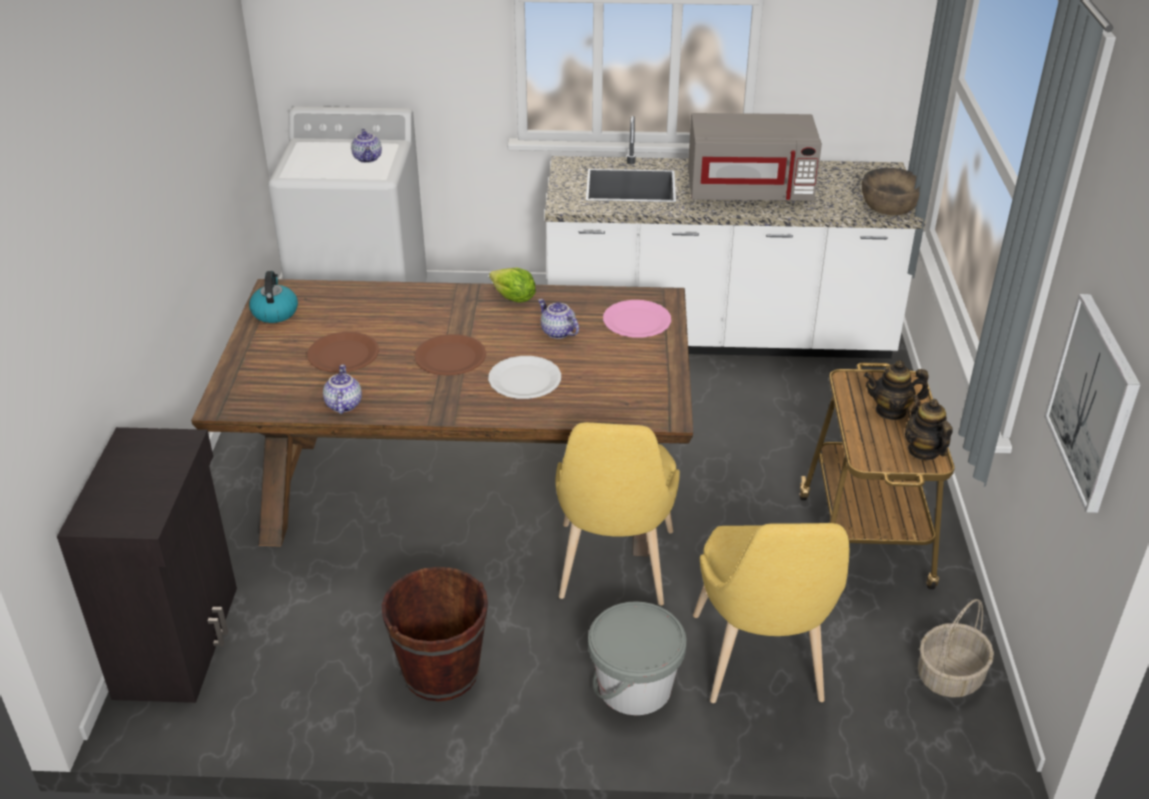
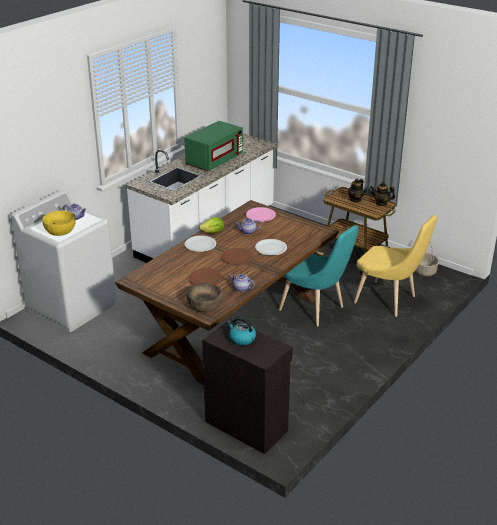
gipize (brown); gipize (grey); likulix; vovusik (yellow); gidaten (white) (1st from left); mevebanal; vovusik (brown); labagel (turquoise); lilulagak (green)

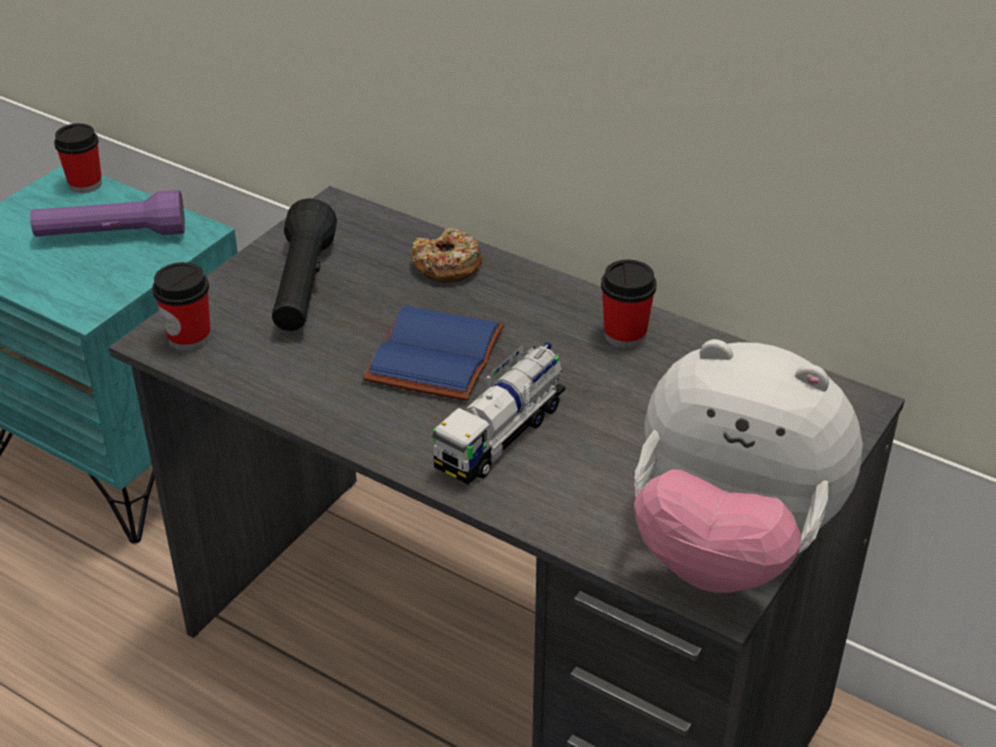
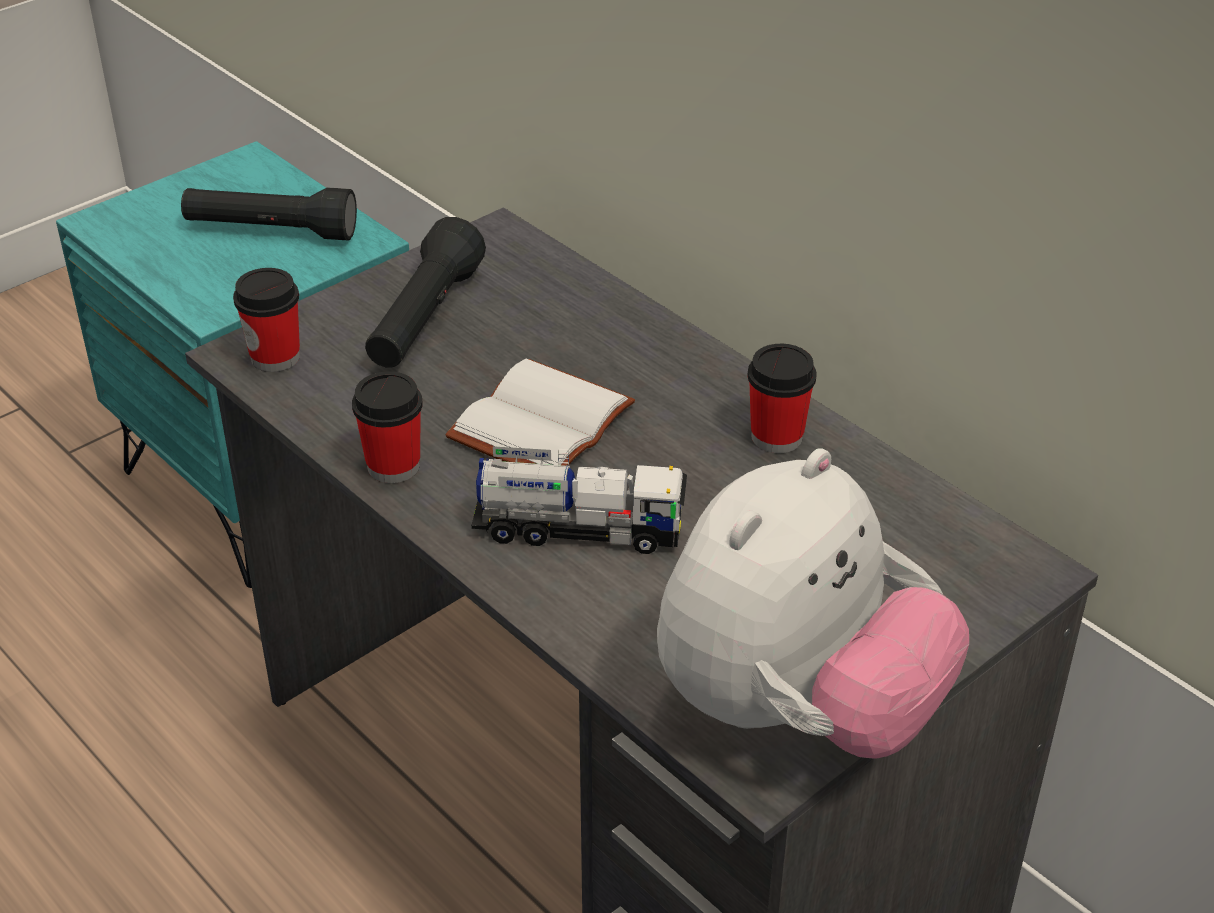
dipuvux; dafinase (2nd from left); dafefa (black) (1st from left); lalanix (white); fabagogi; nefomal

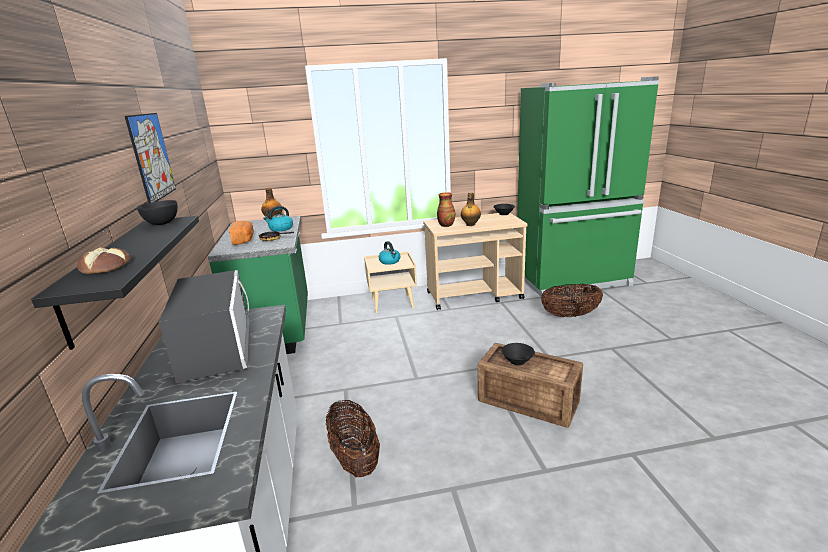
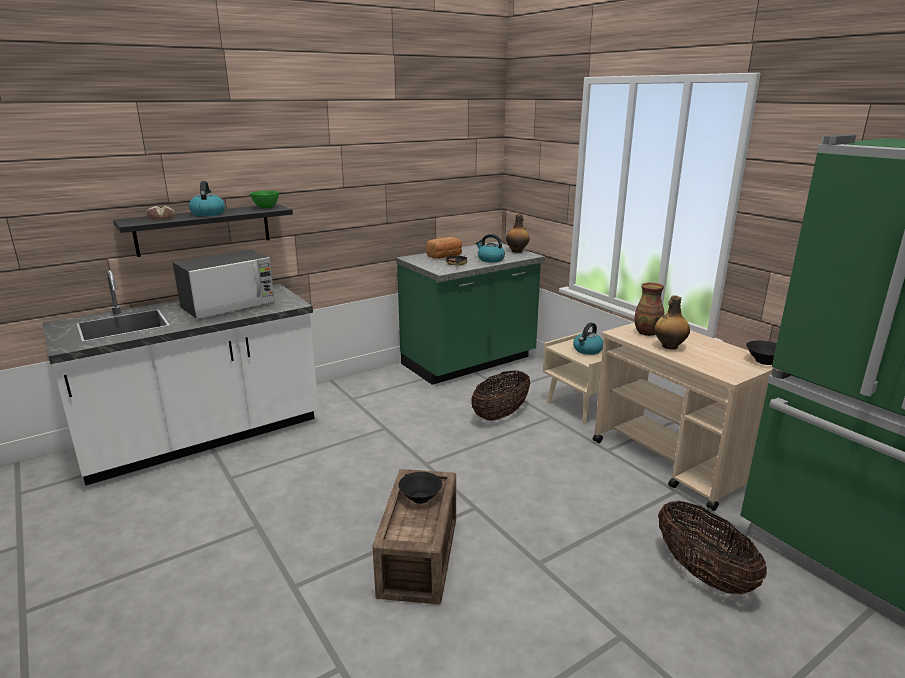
likulix; mevebanal (1st from left); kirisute (1st from left); vovusik (green)

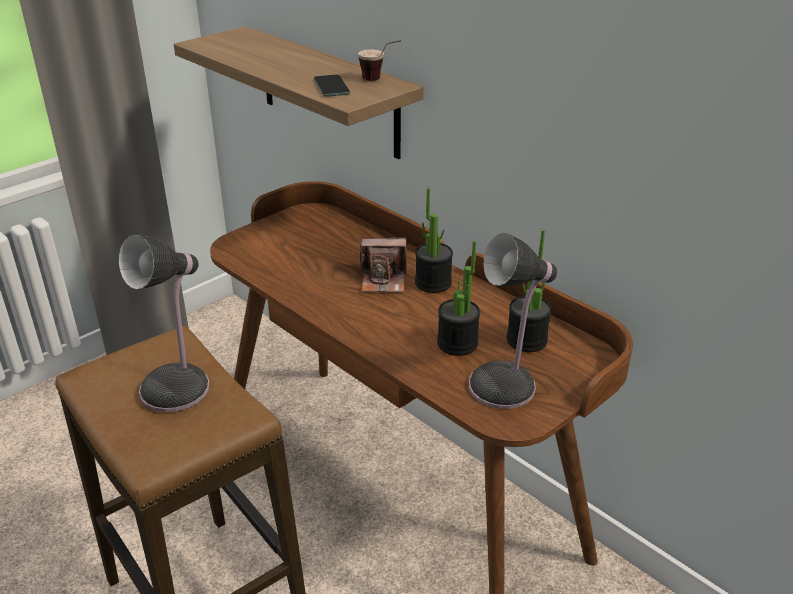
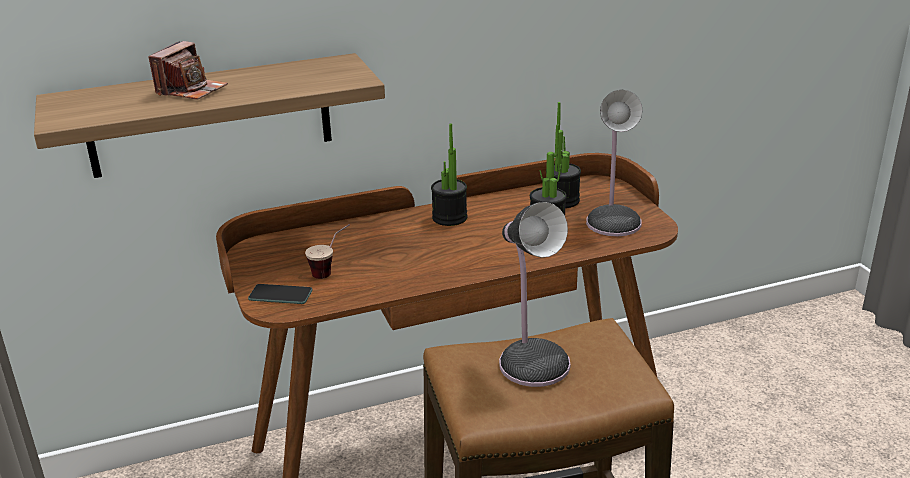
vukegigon; dafinase; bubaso

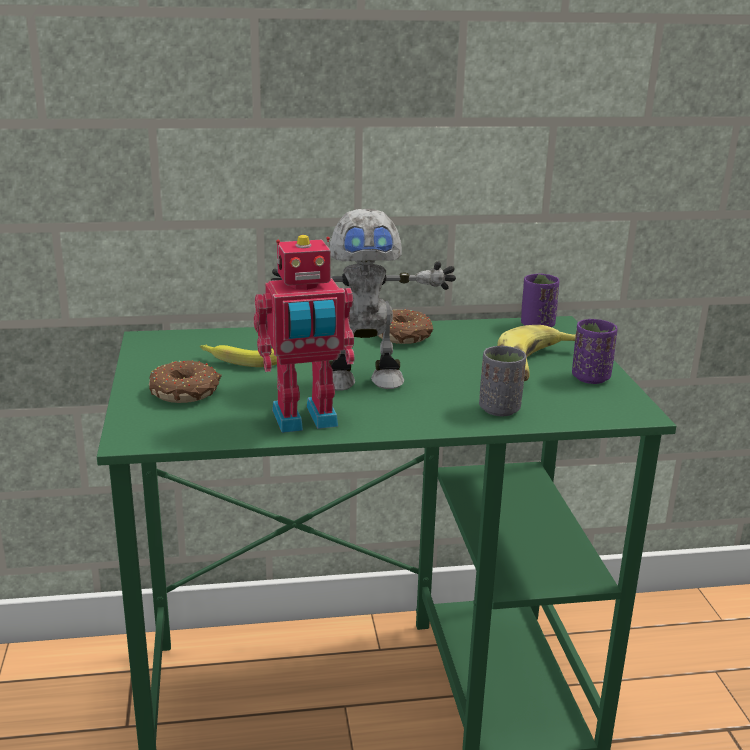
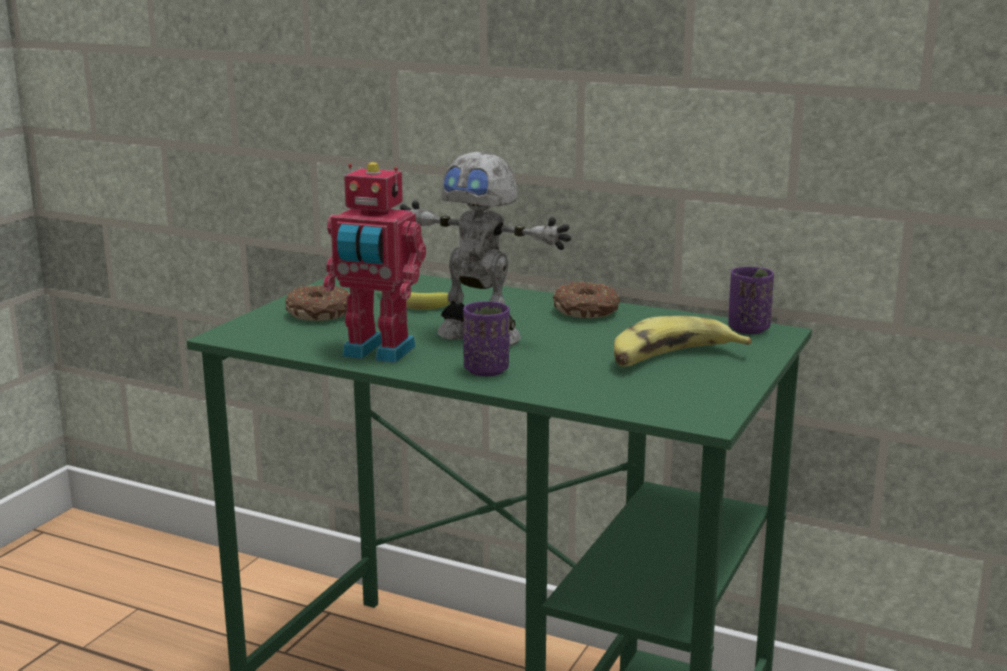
dafinase (grey); dafinase (purple) (1st from left)

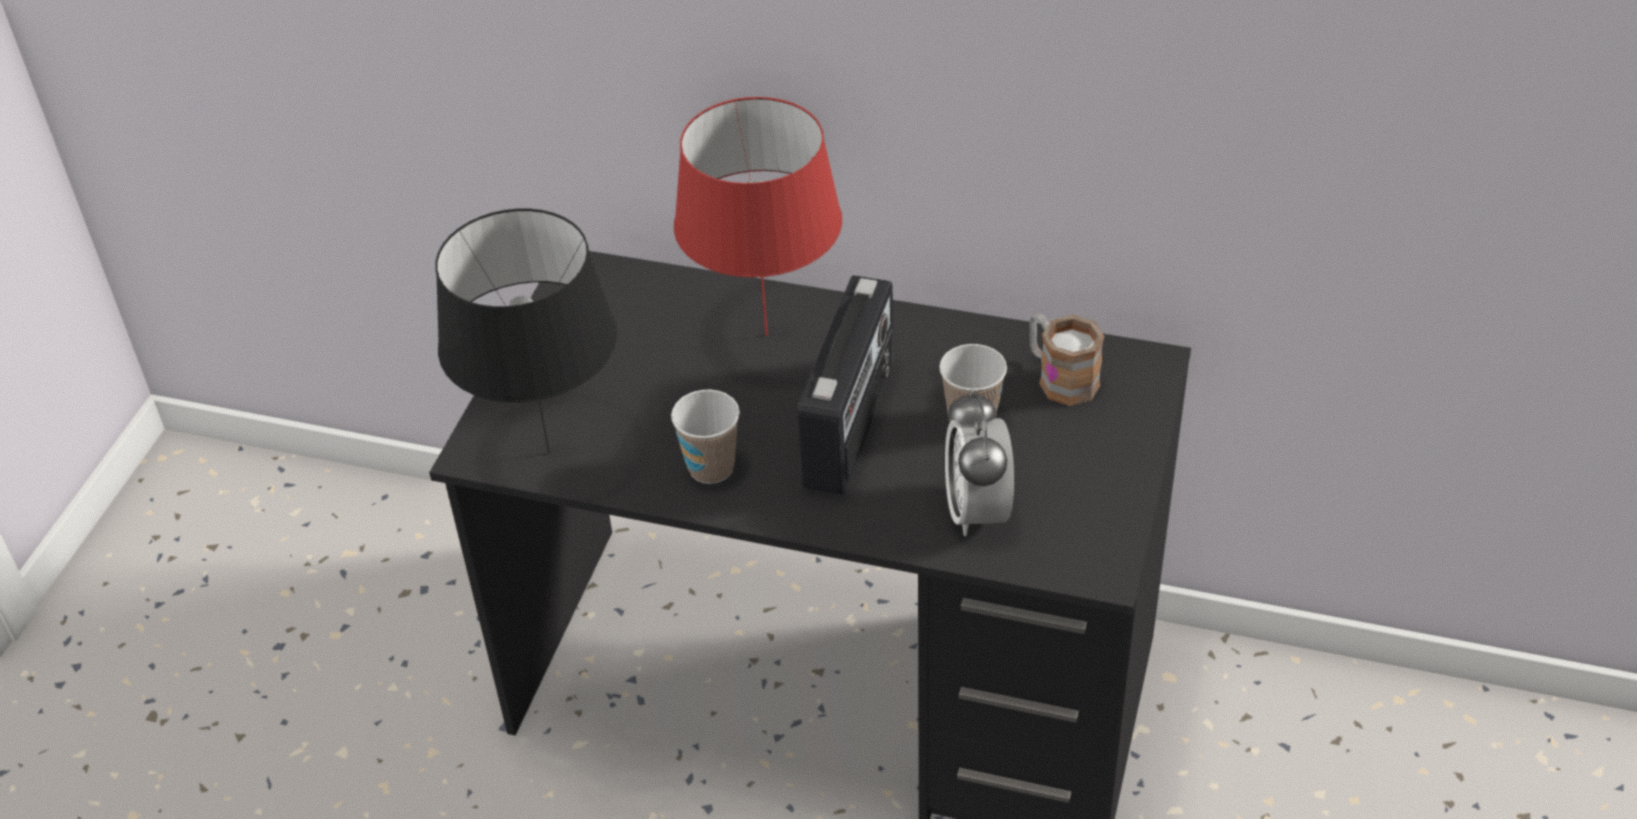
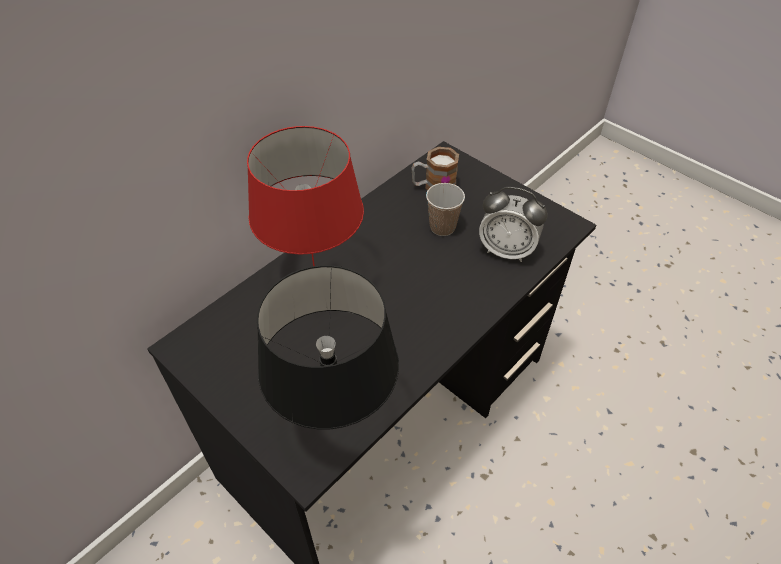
dafinase (1st from left in the first image); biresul

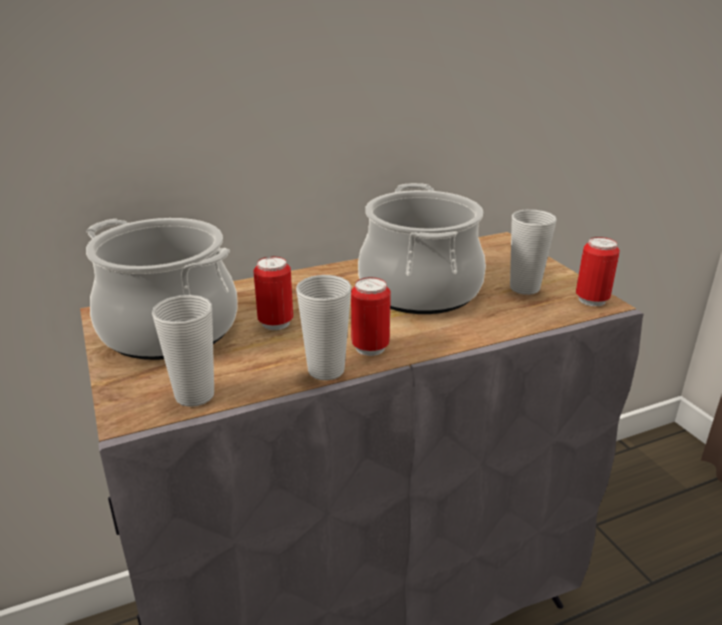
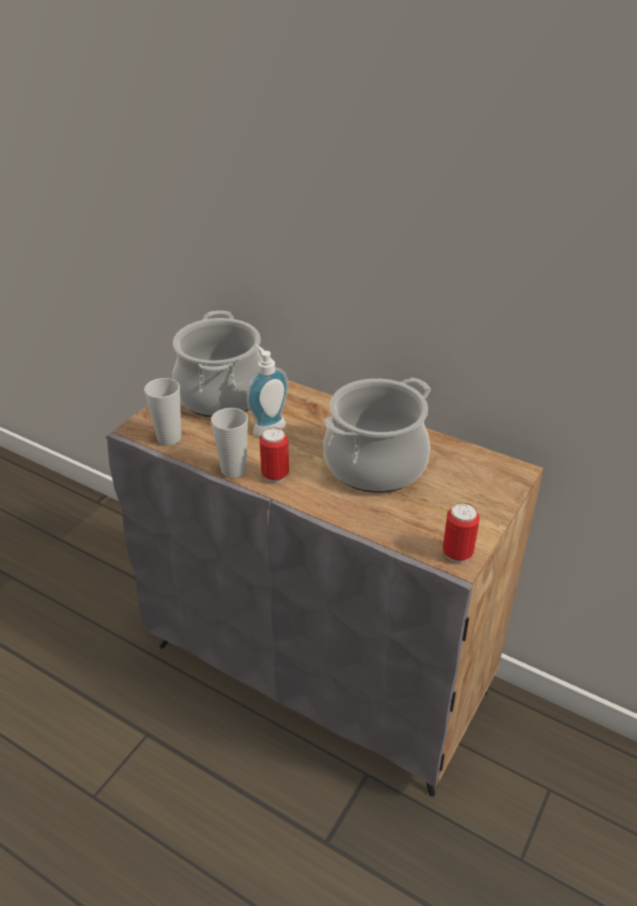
dafinase (3rd from left in the first image); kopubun

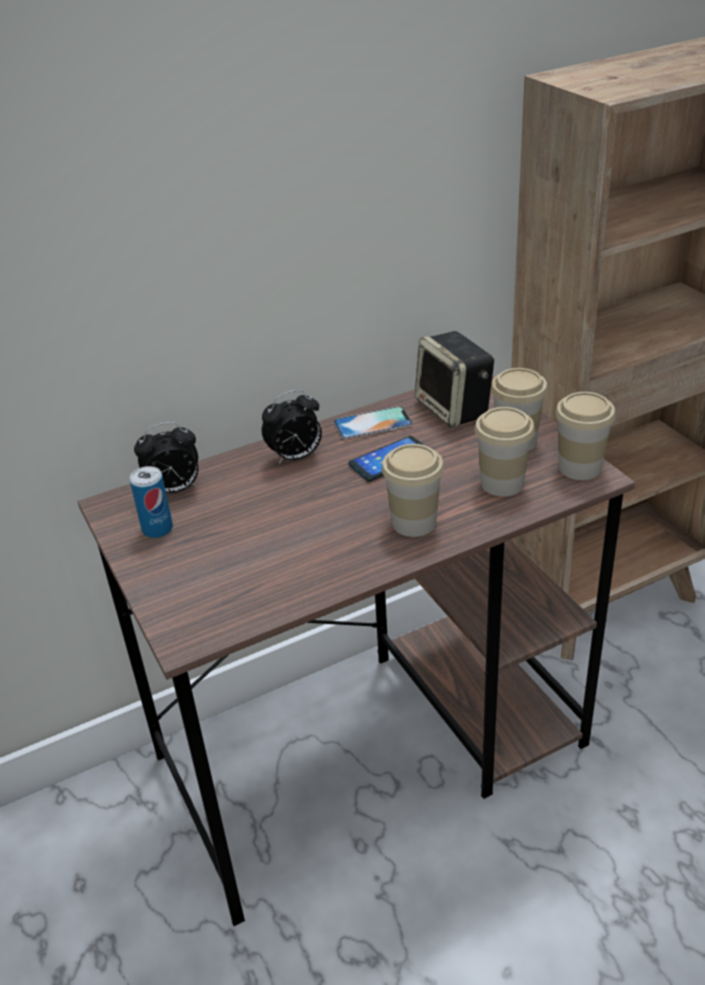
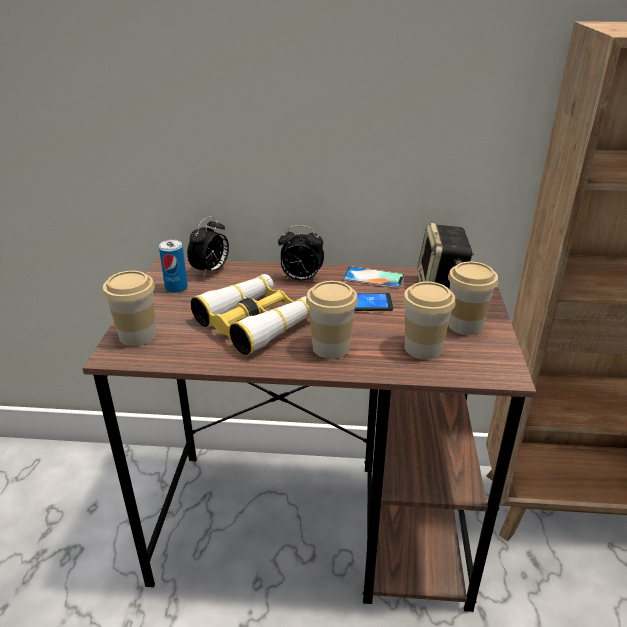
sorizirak; dafinase (1st from left); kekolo (1st from left)

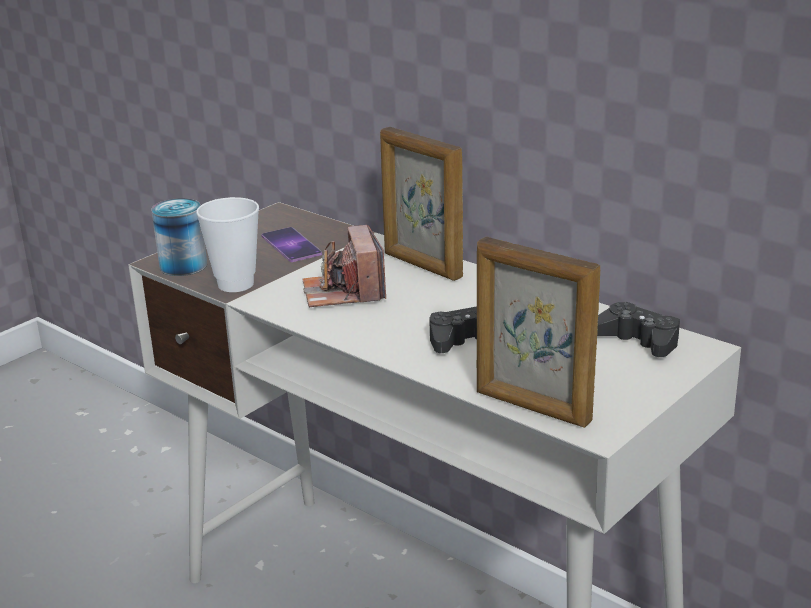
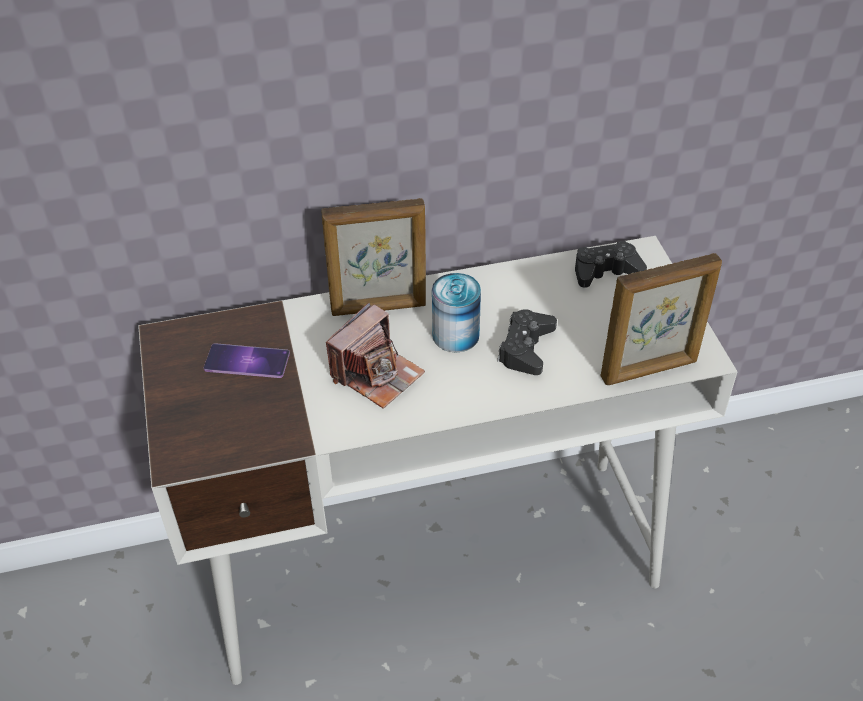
dafinase; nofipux; bubaso

